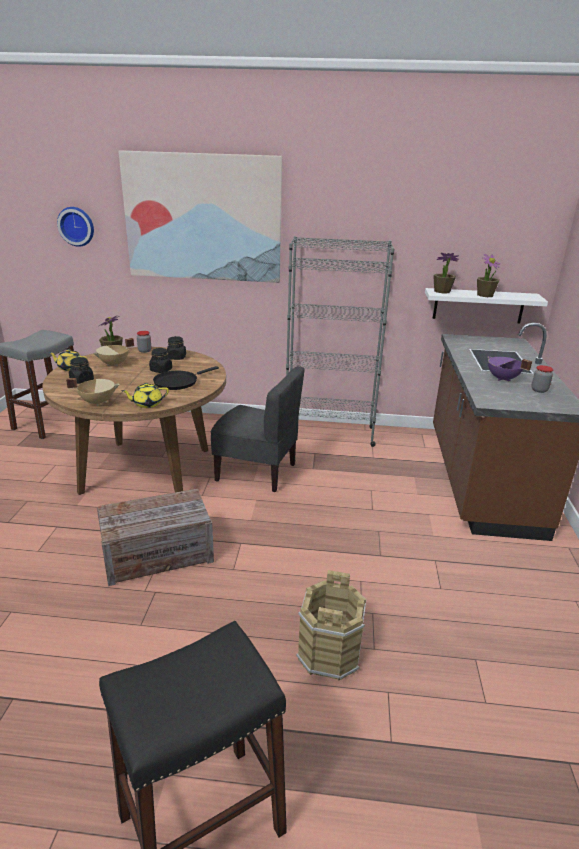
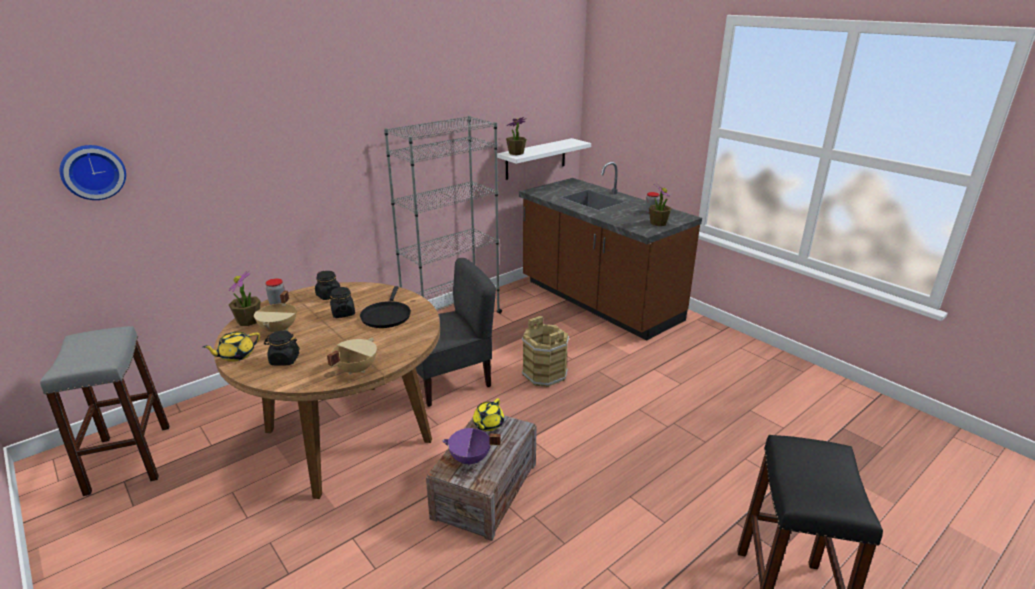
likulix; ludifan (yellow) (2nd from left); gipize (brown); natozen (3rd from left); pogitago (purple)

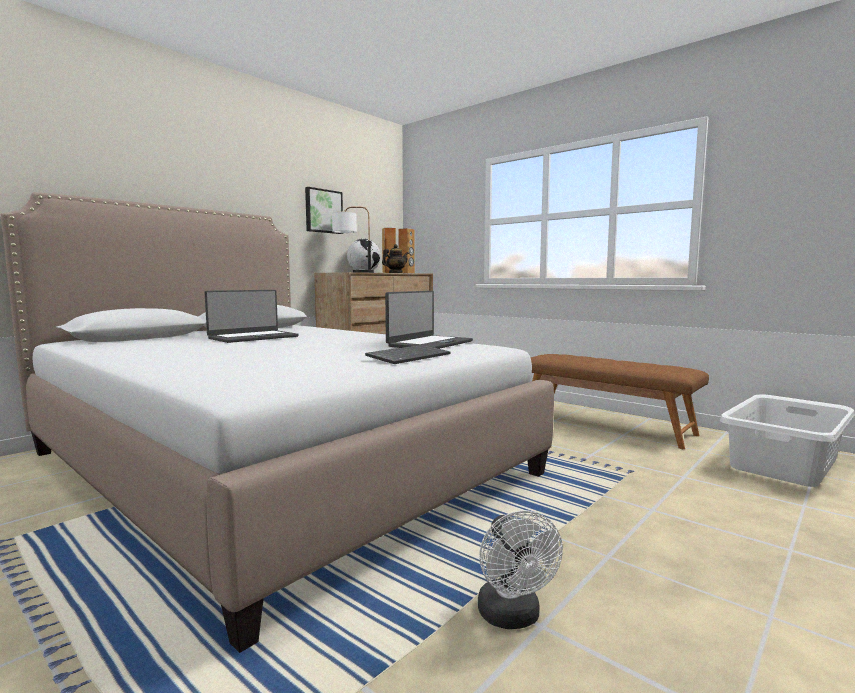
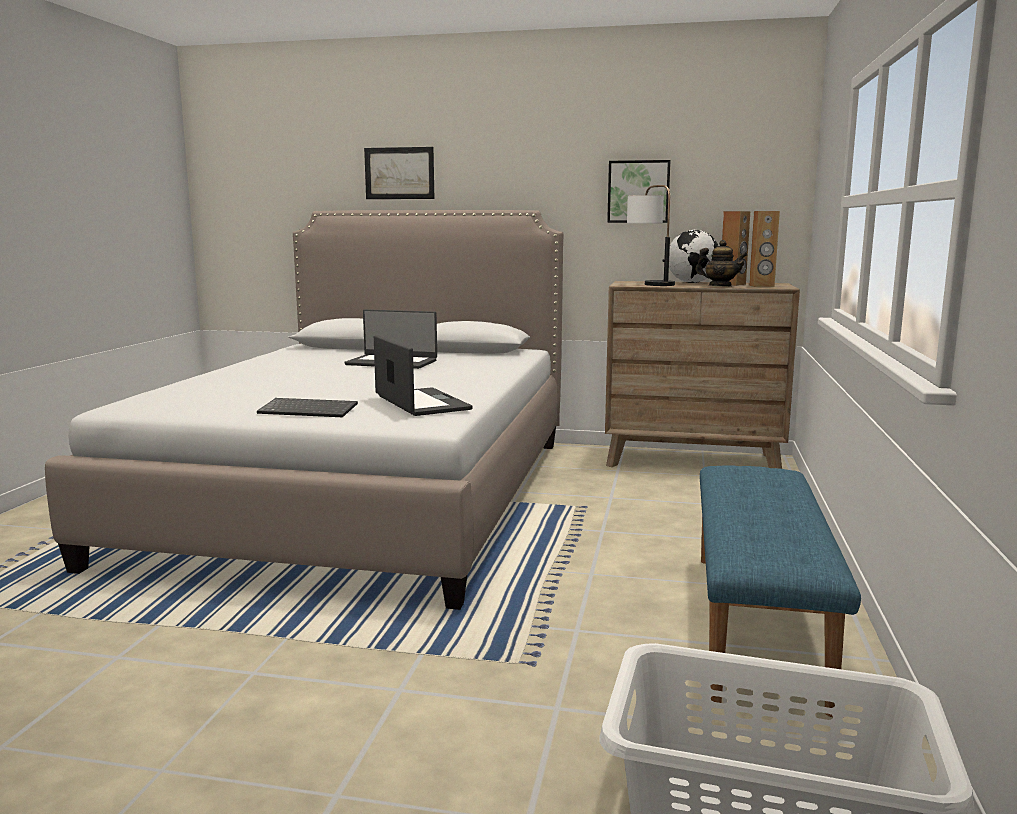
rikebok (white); likulix (1st from left); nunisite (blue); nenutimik (2nd from left)

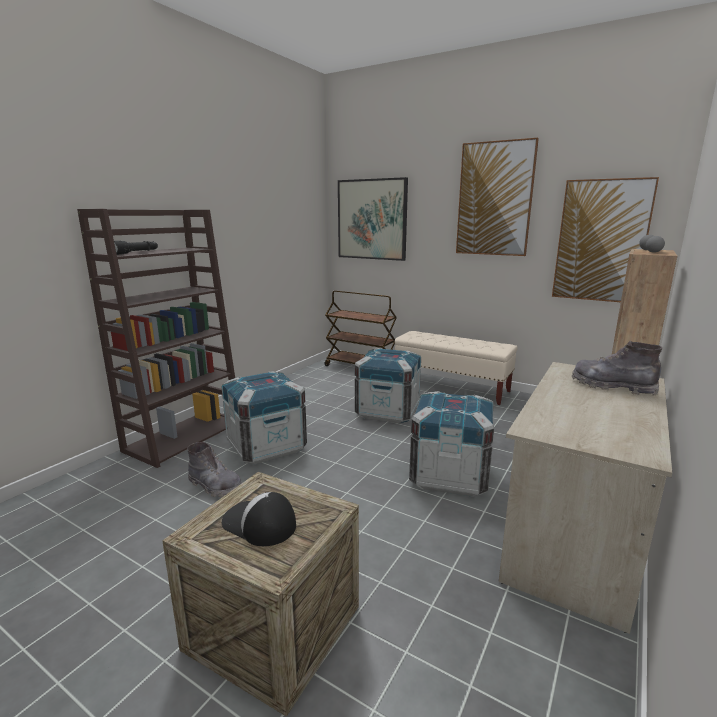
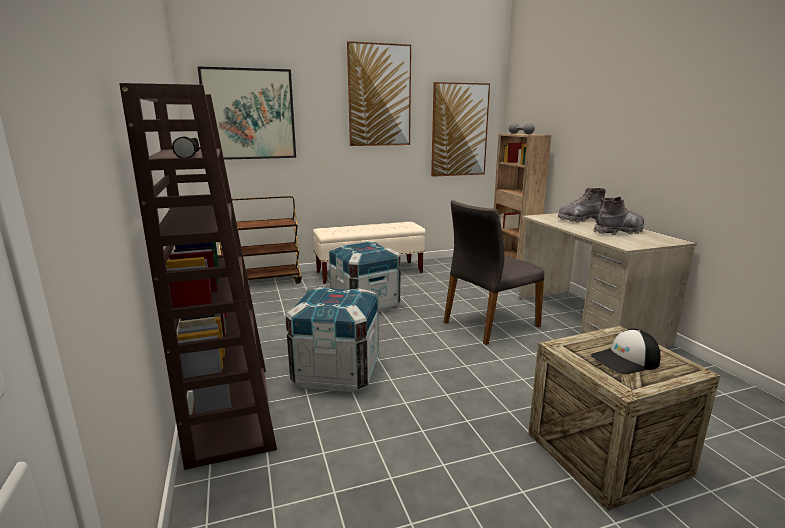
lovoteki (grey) (2nd from left); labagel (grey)

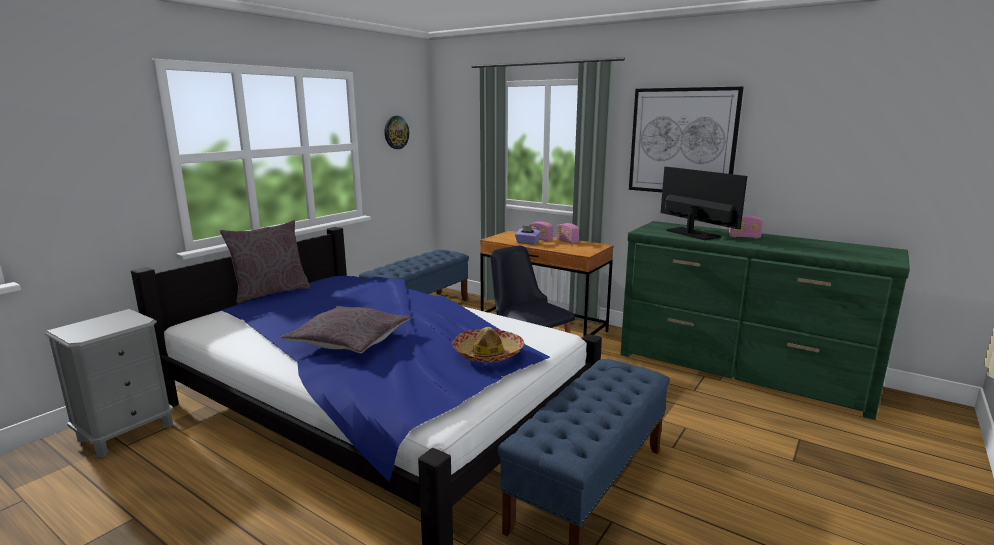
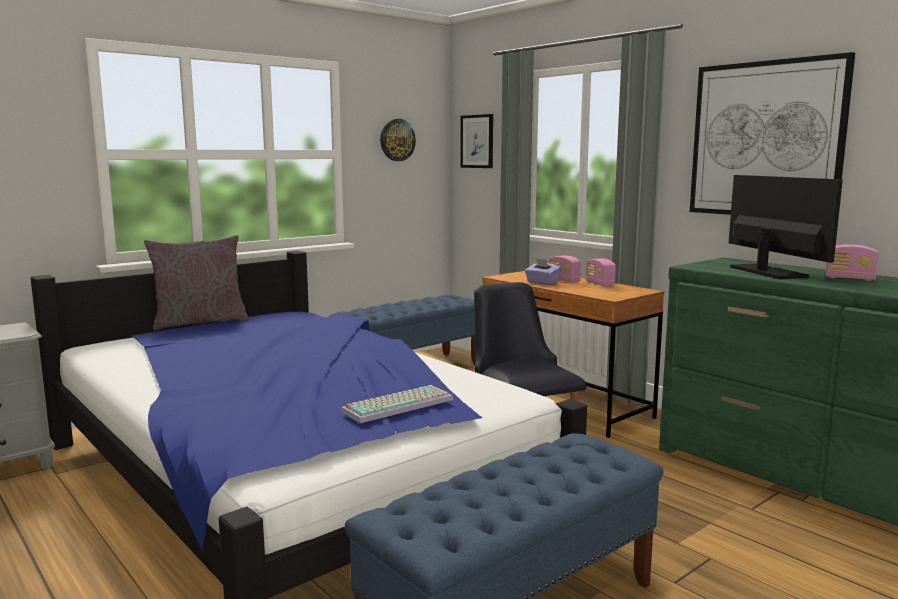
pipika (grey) (2nd from left in the first image); likulix (1st from left); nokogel

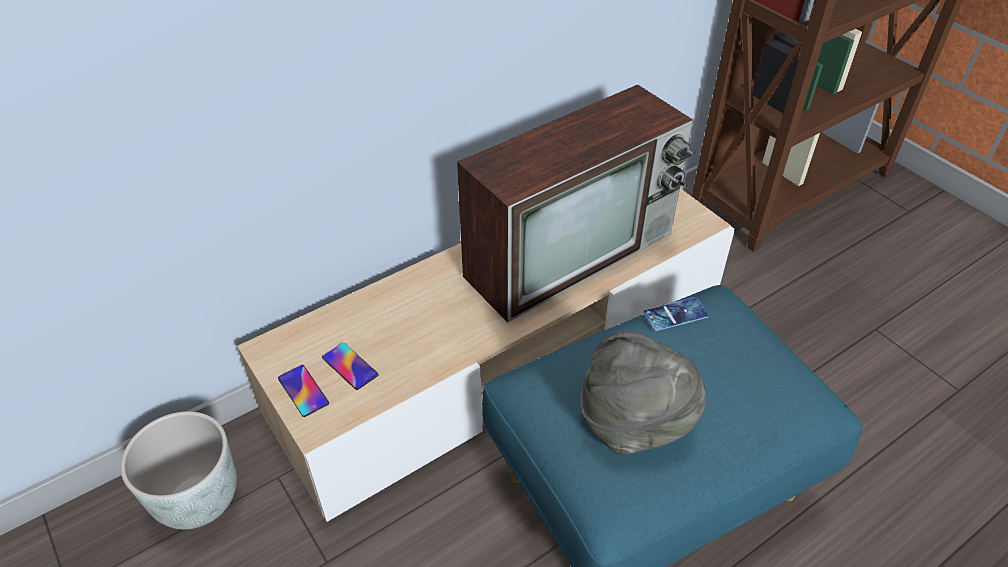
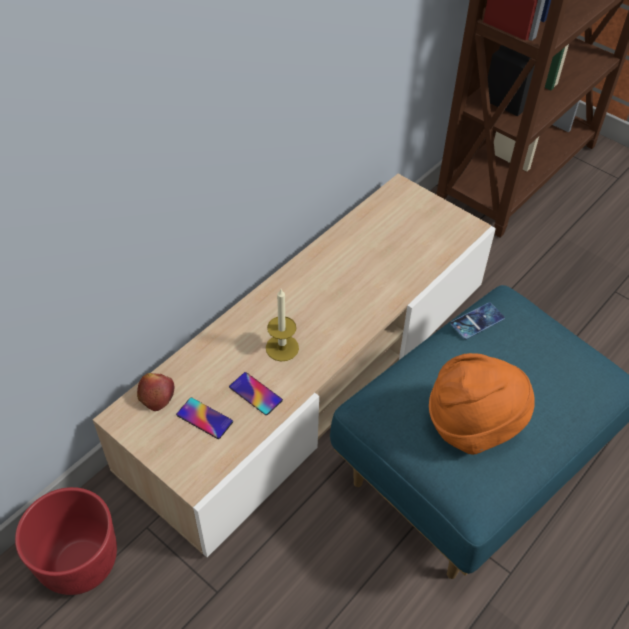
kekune; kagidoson; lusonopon; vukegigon (2nd from left); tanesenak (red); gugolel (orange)

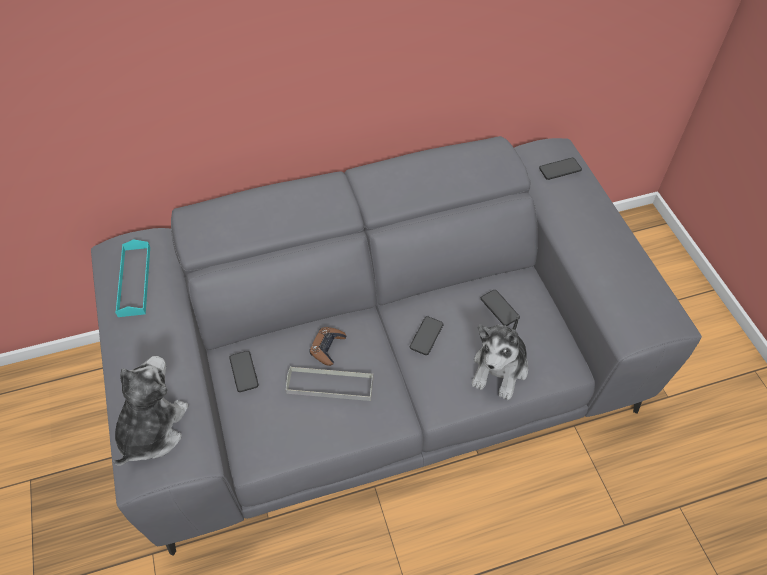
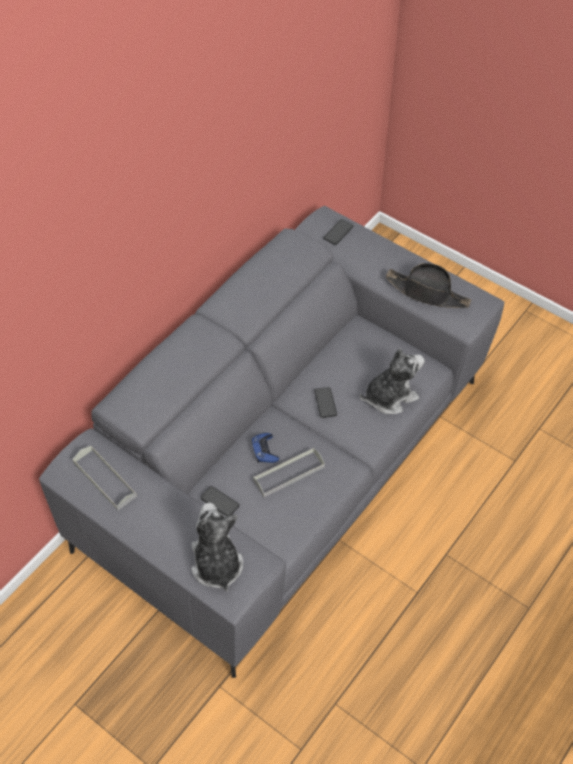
vukegigon (3rd from left in the first image); gugolel (black); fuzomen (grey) (1st from left); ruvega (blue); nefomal (2nd from left)

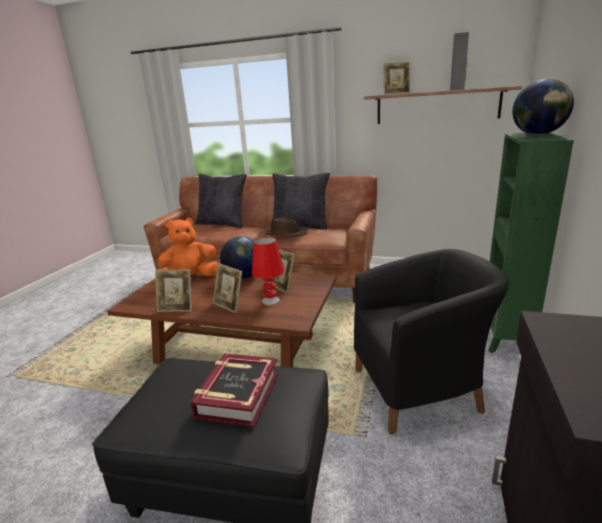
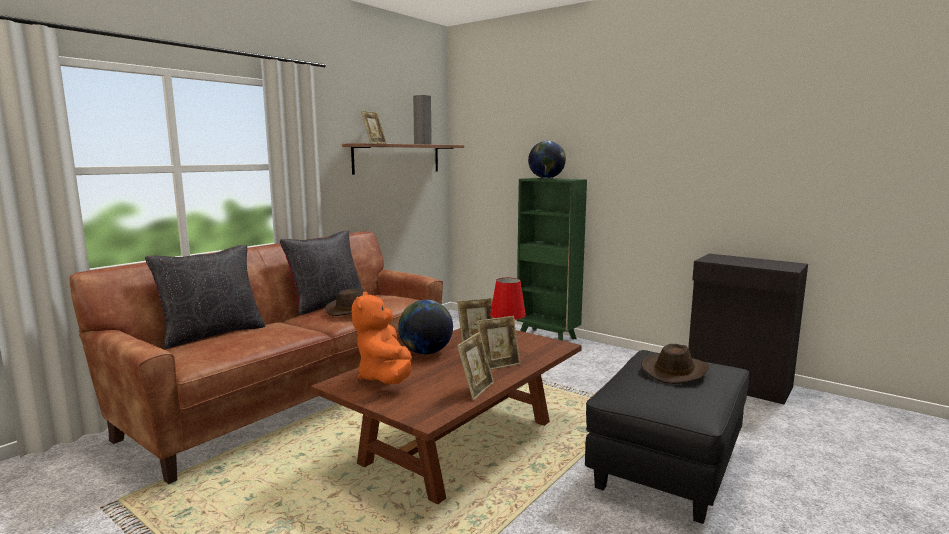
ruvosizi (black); gugolel (brown) (2nd from left)

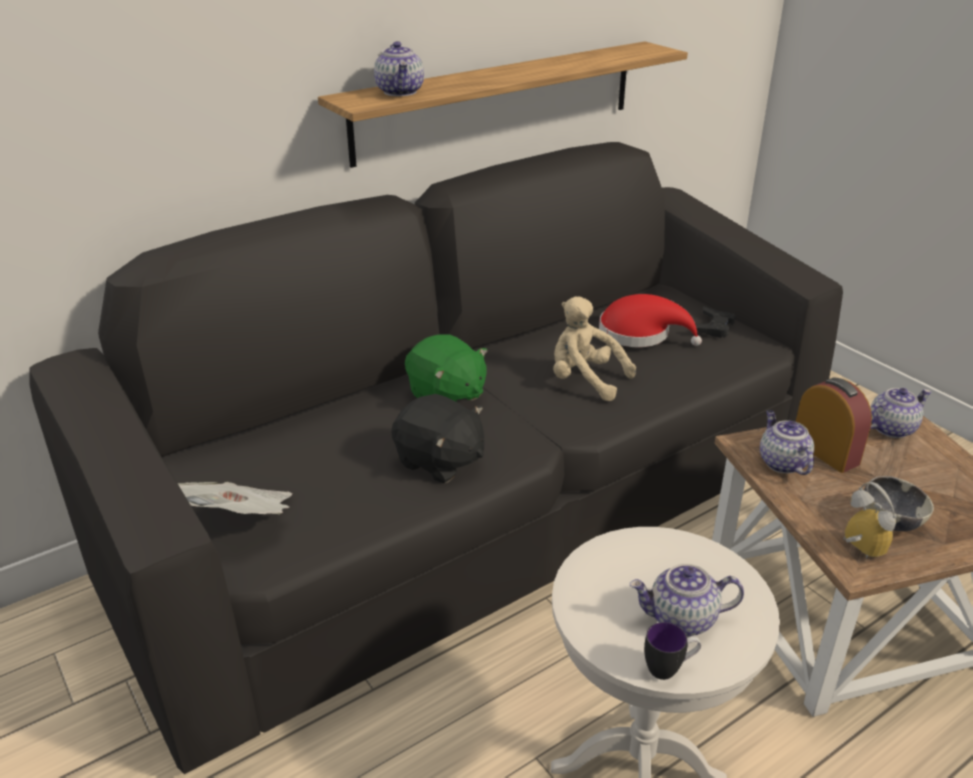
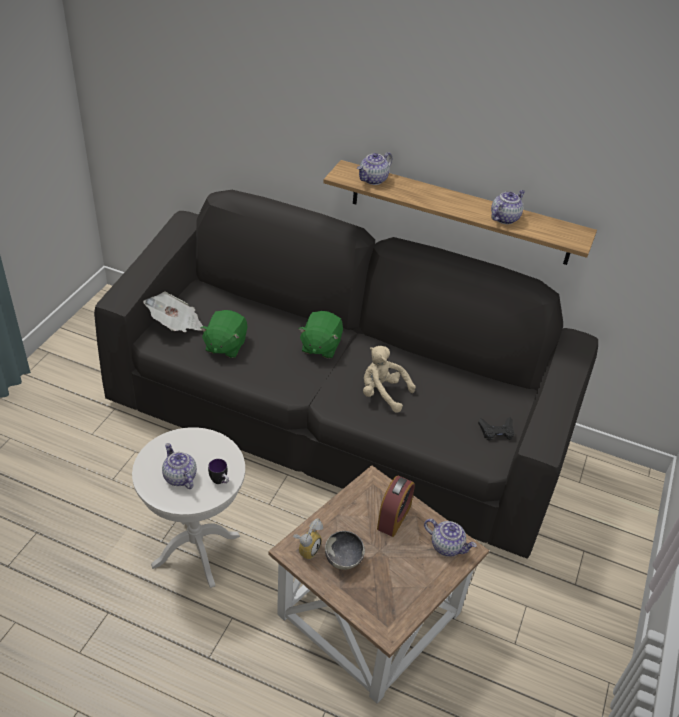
nefomal (black); gugolel (red); nefomal (green) (1st from left); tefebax; ludifan (4th from left); nefomal (beige)

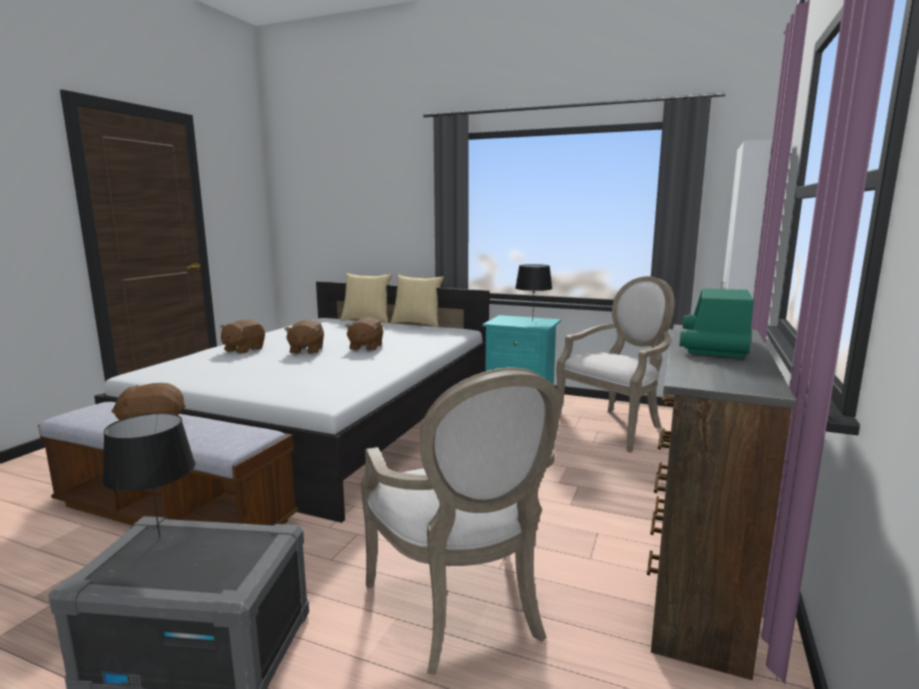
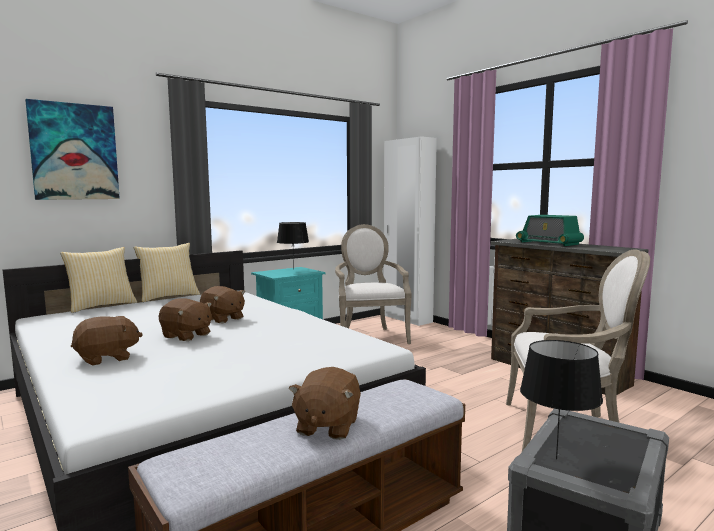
likulix; nefomal (brown) (1st from left)

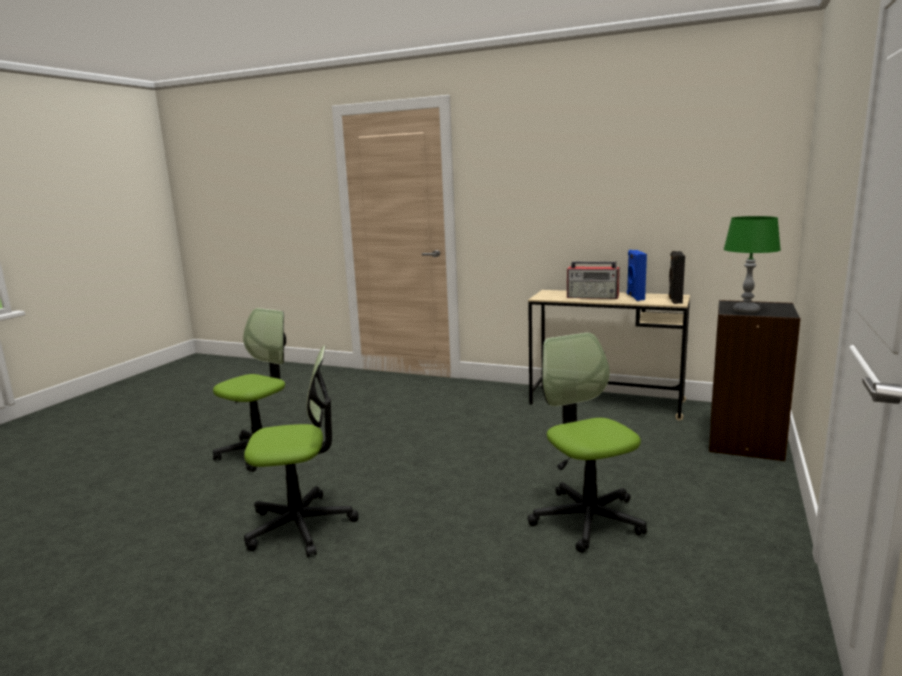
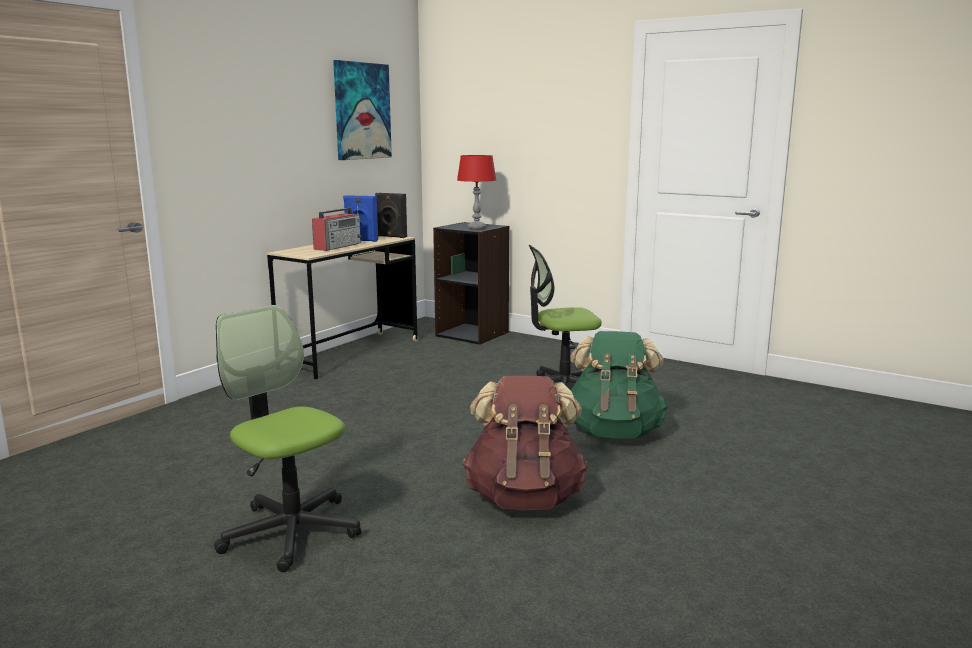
likulix; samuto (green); samuto (brown); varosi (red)

